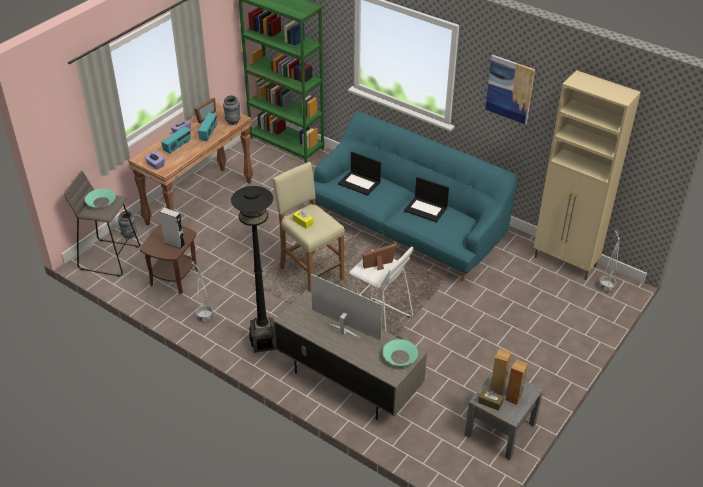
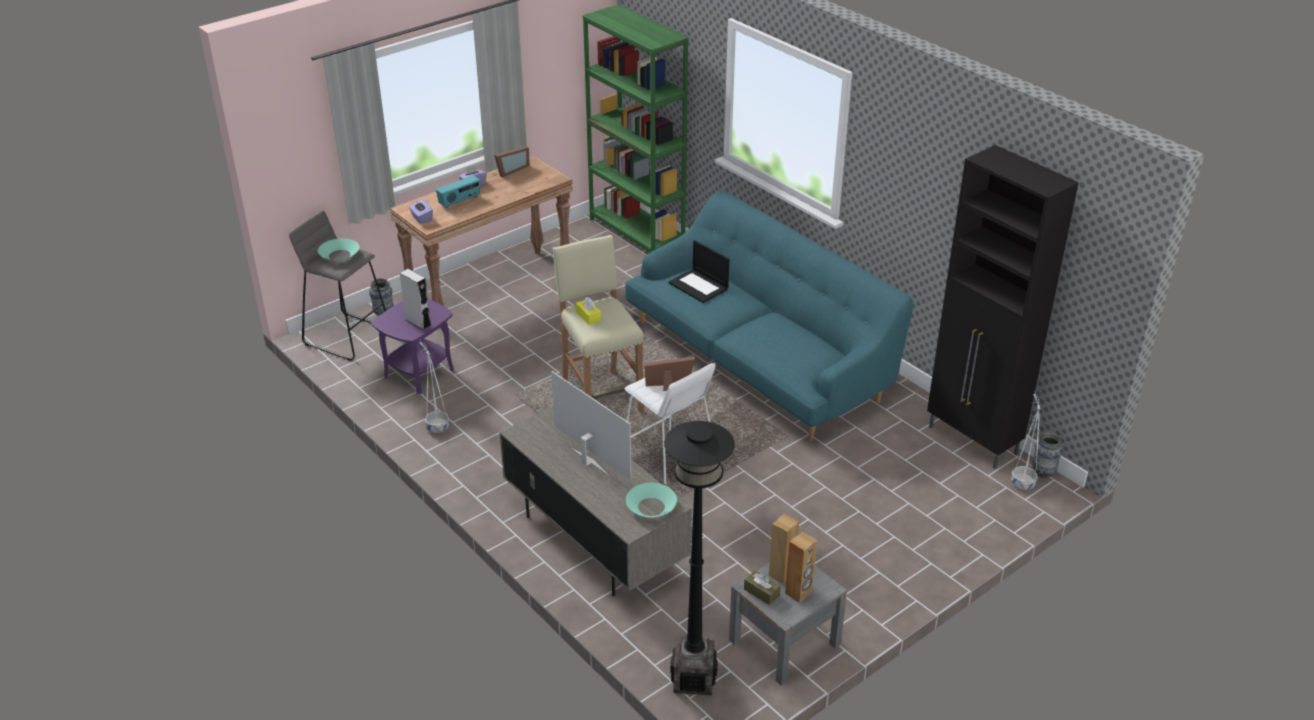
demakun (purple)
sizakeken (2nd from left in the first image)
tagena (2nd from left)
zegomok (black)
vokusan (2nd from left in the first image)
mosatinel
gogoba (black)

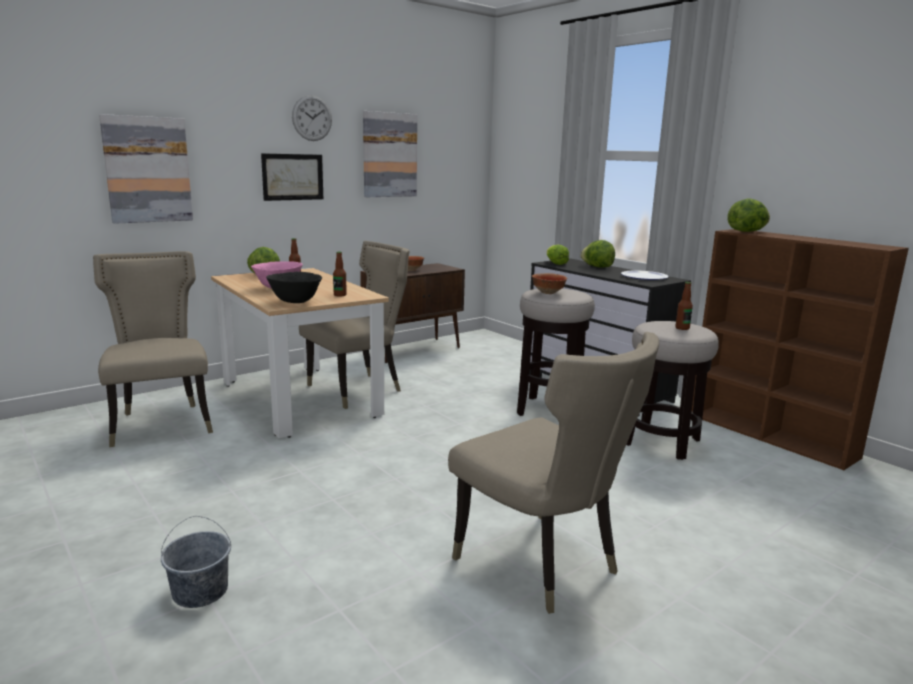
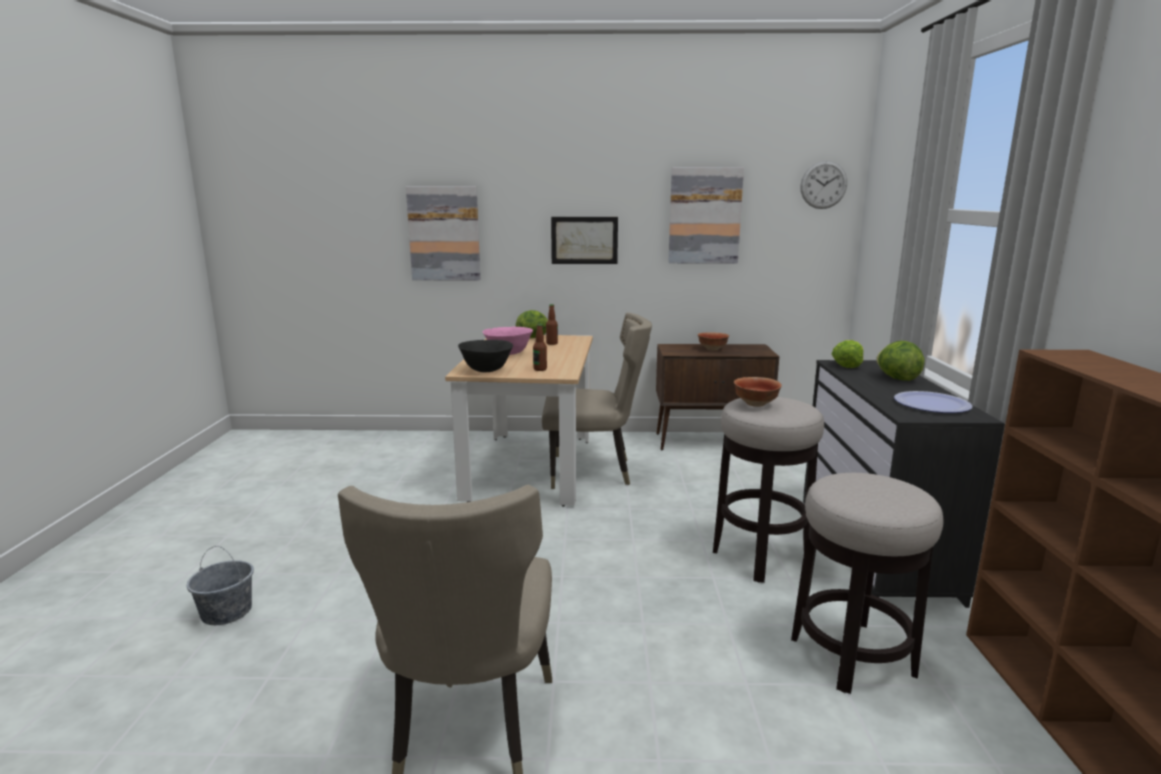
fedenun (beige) (1st from left in the first image)
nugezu
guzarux (3rd from left in the first image)
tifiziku (4th from left in the first image)

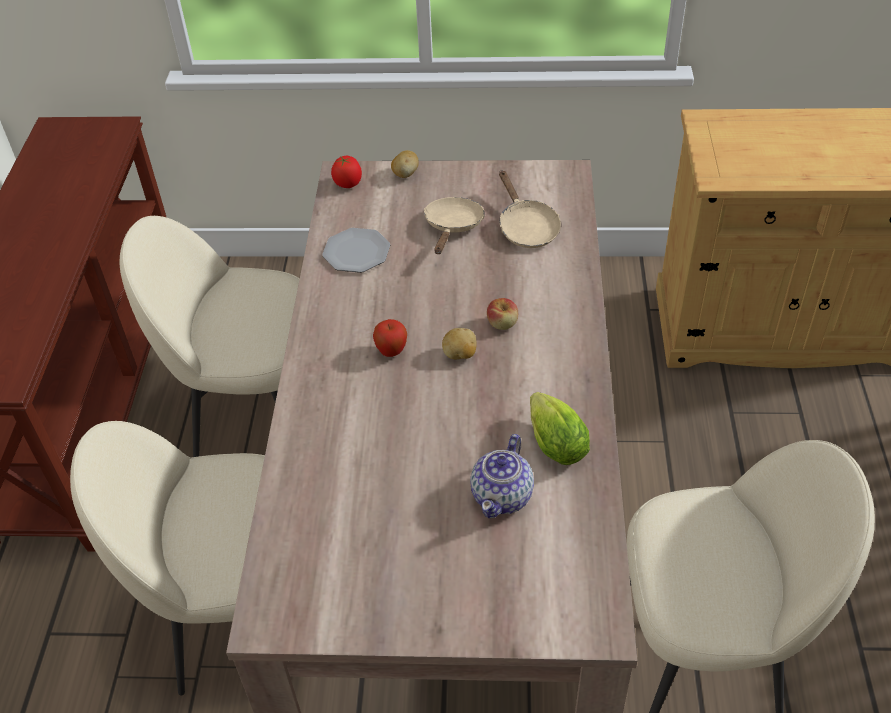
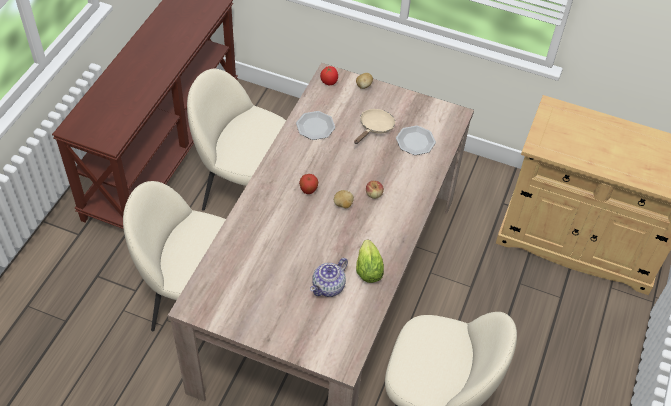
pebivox (2nd from left)

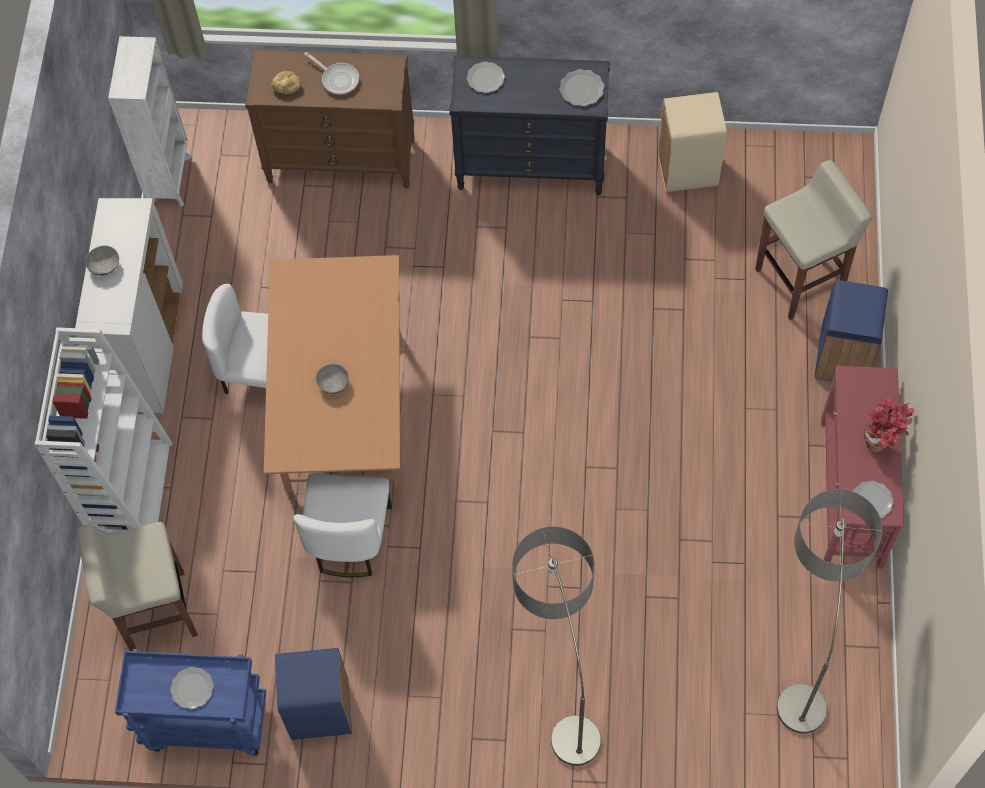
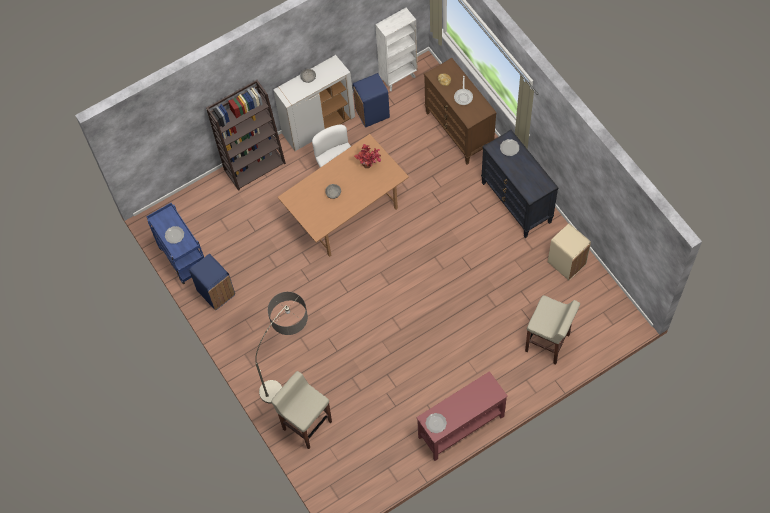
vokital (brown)
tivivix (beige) (1st from left)
fedenun (white) (2nd from left in the first image)
pebivox (3rd from left in the first image)
zegomok (2nd from left in the first image)
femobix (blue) (2nd from left)
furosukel

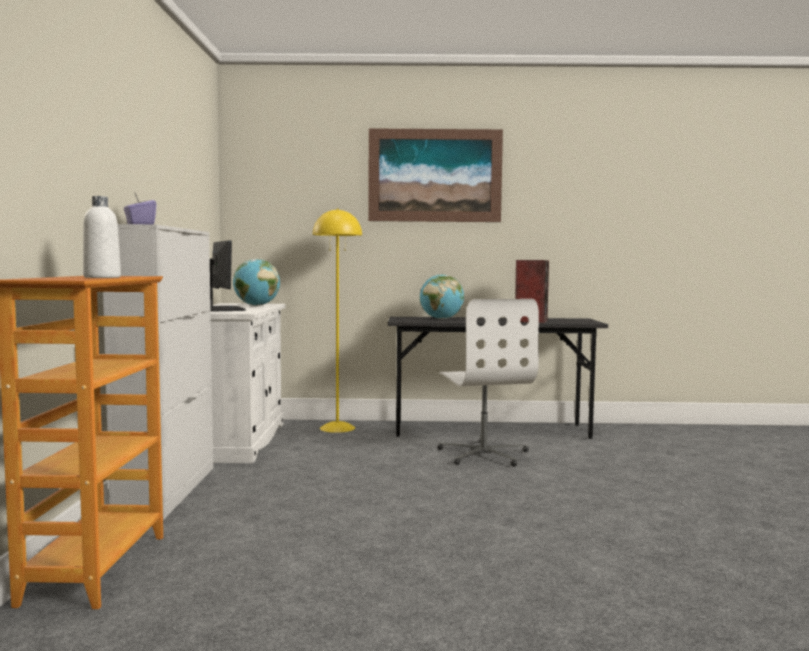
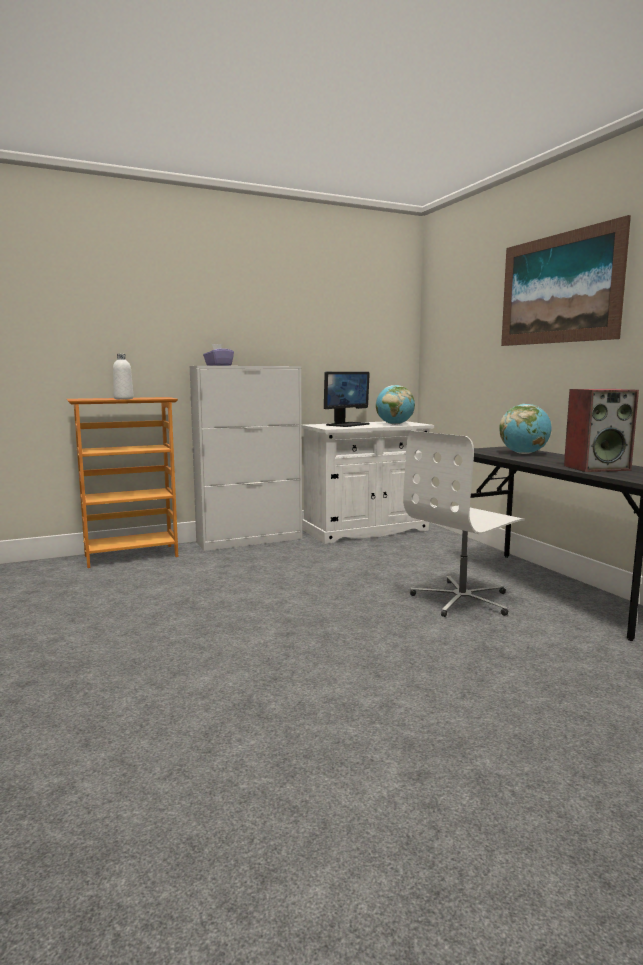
zegomok (yellow)

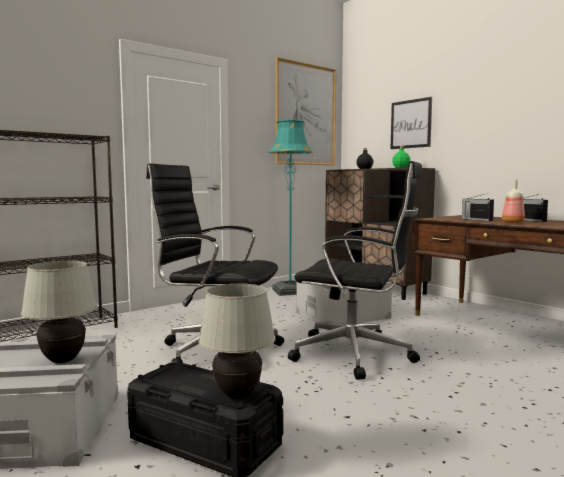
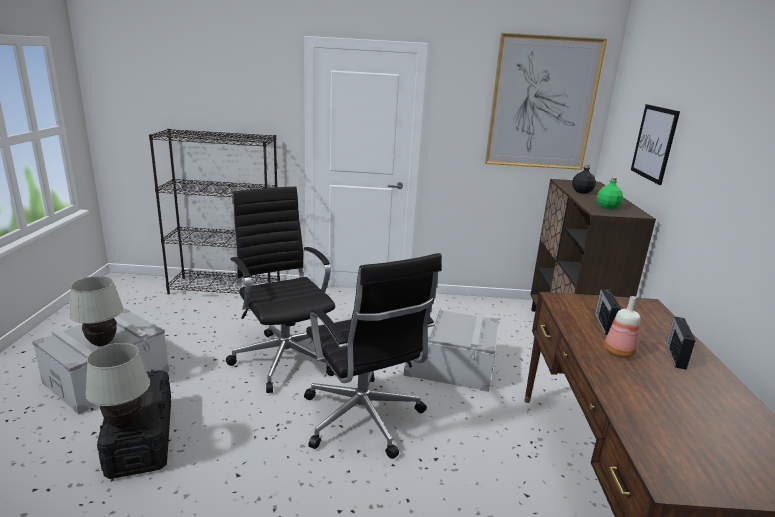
zegomok (turquoise)

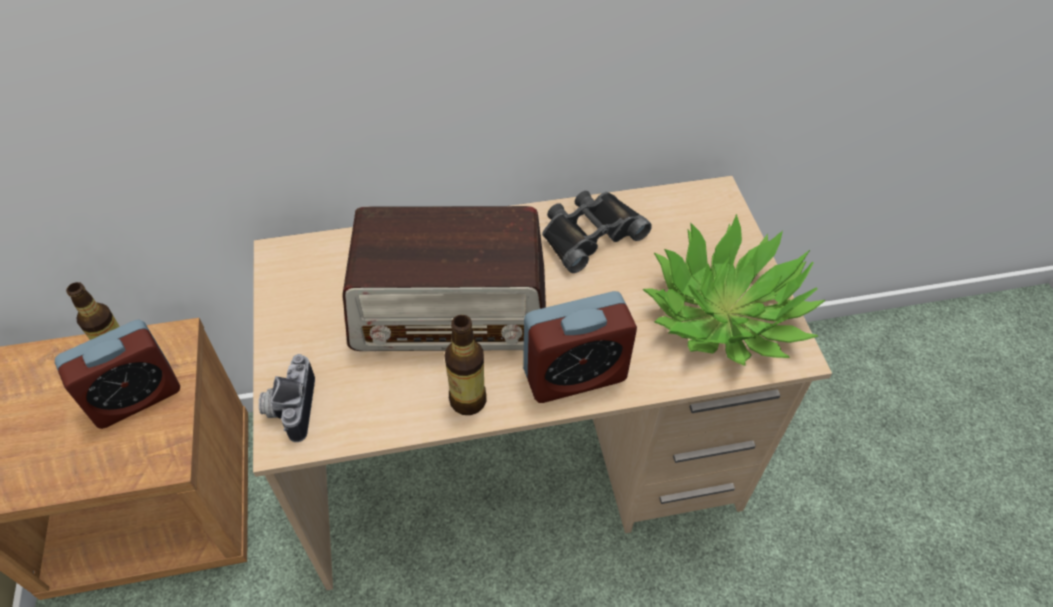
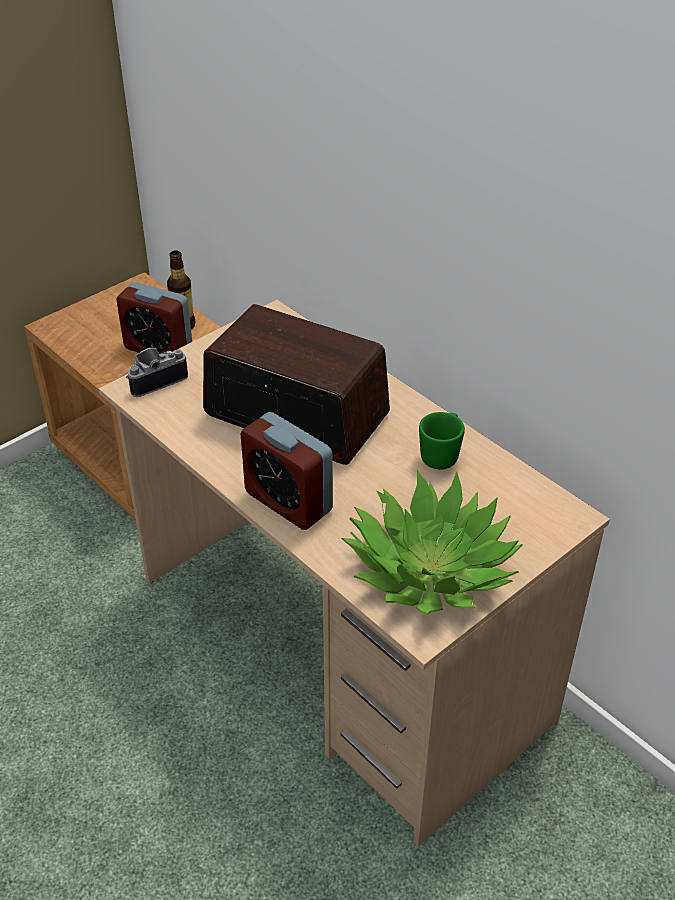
sizakeken
guzarux (2nd from left in the first image)
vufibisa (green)

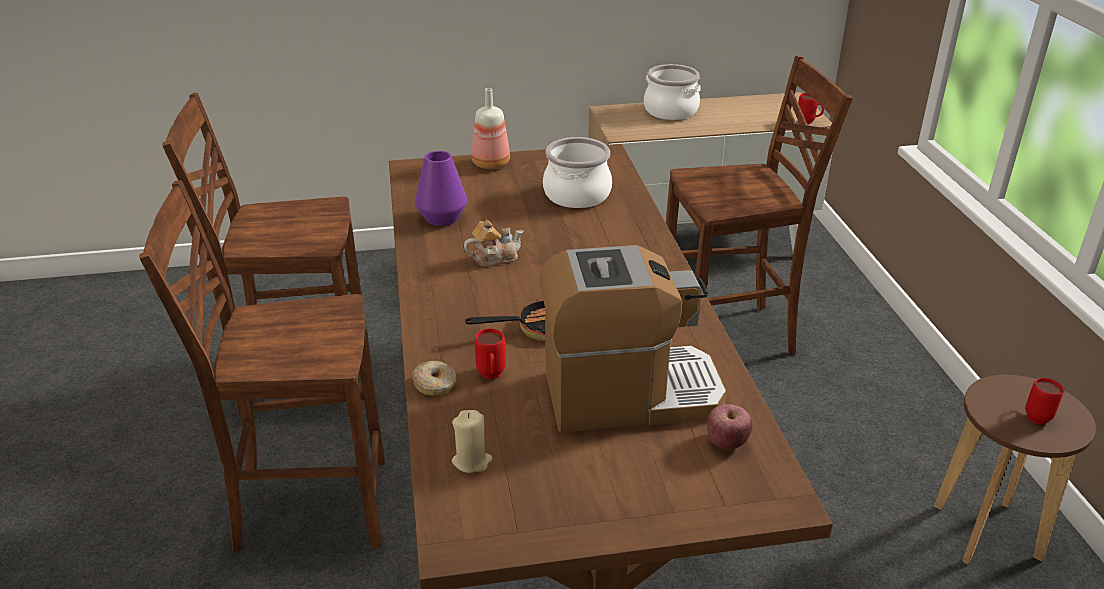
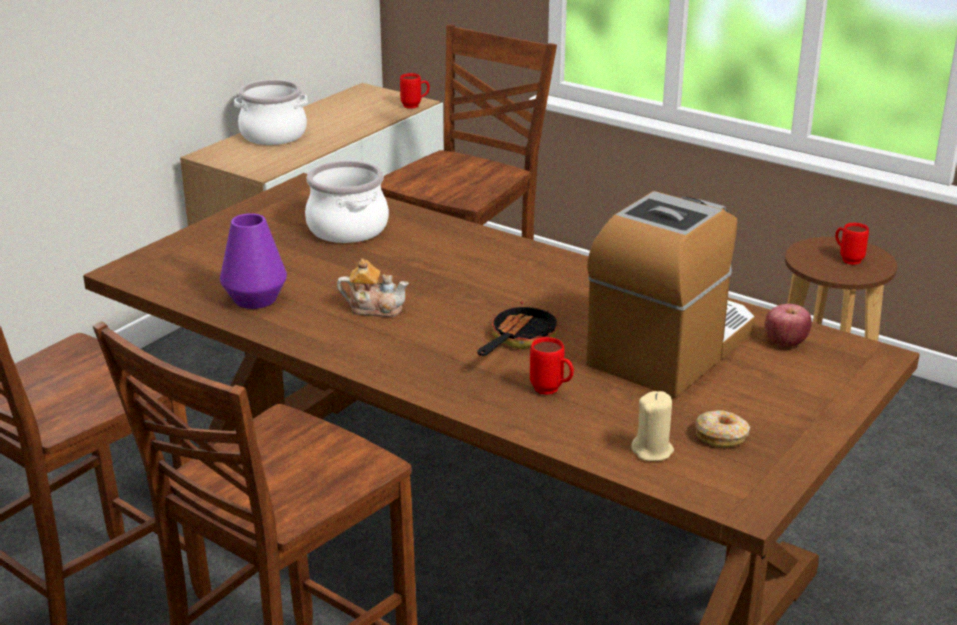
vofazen
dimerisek
guzarux

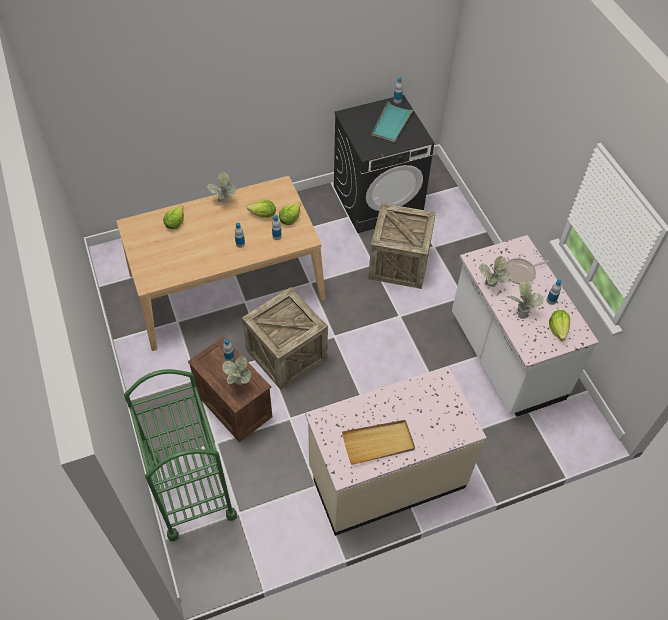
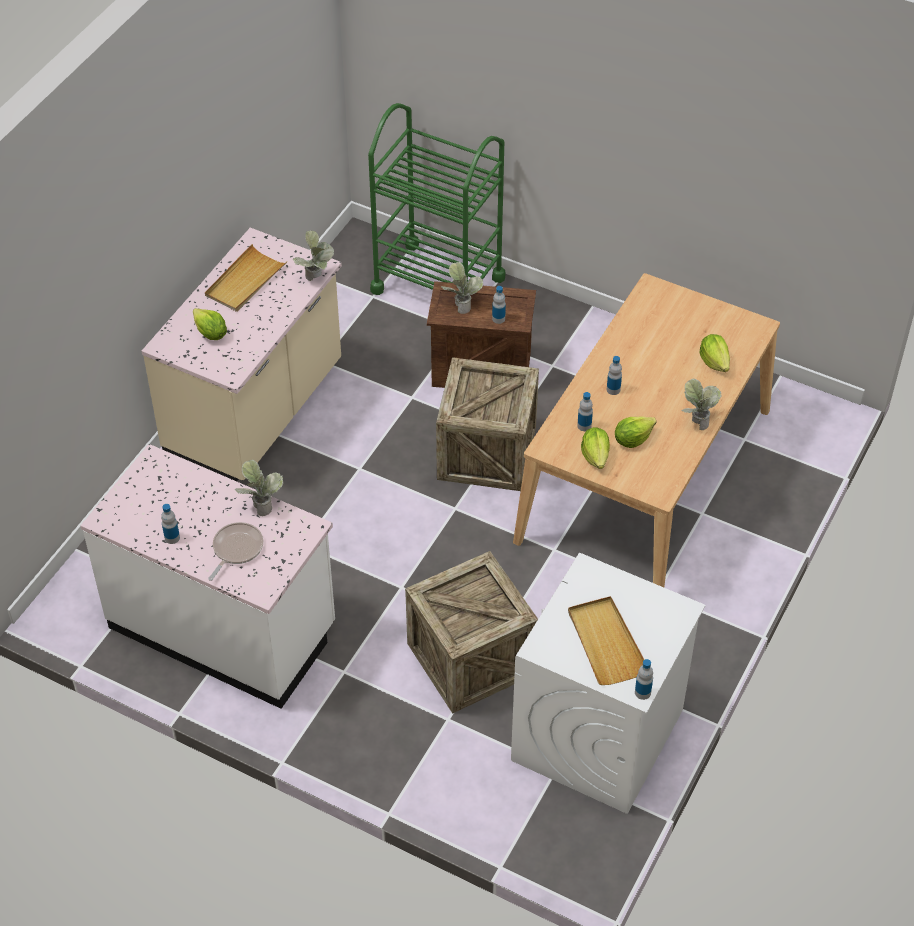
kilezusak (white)
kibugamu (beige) (2nd from left)
furosukel (2nd from left)
tifiziku (1st from left)

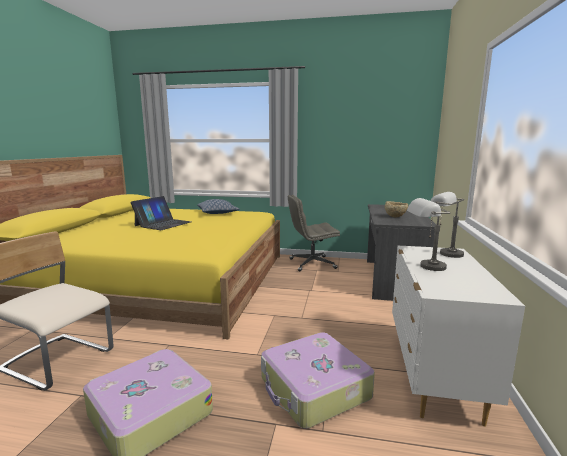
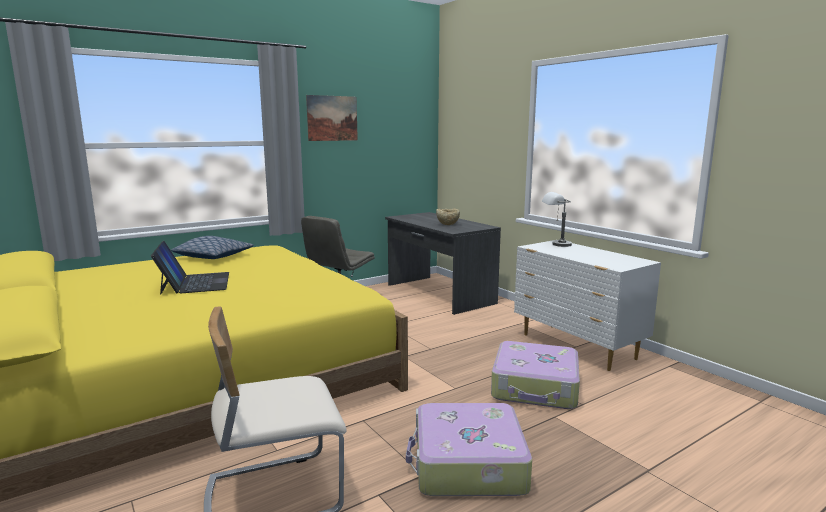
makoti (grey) (1st from left in the first image)
mosatinel

